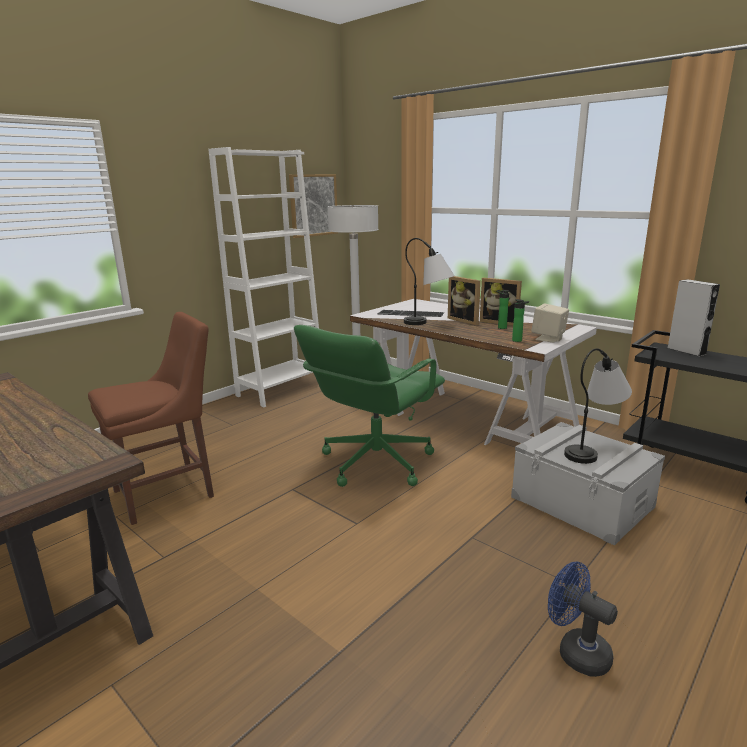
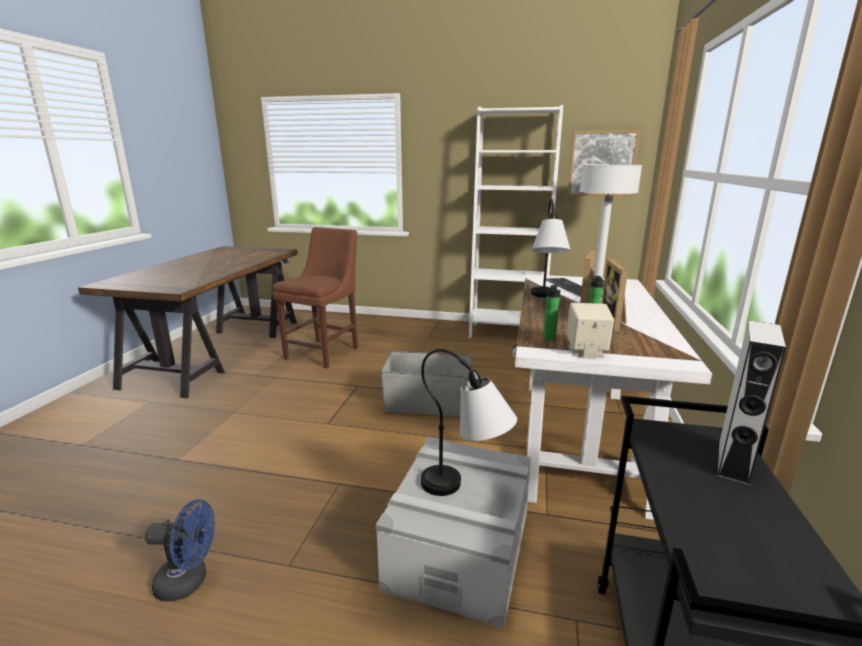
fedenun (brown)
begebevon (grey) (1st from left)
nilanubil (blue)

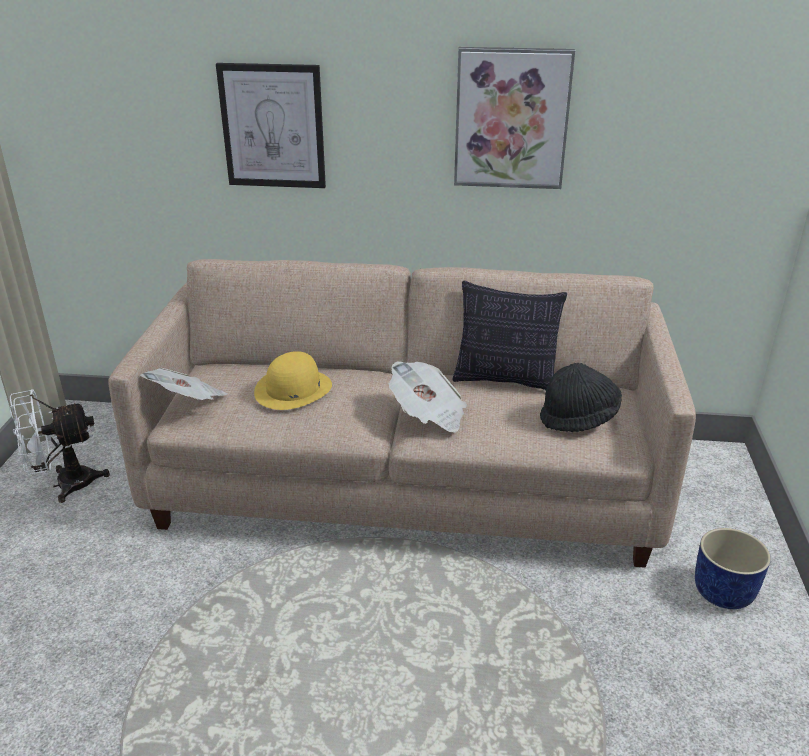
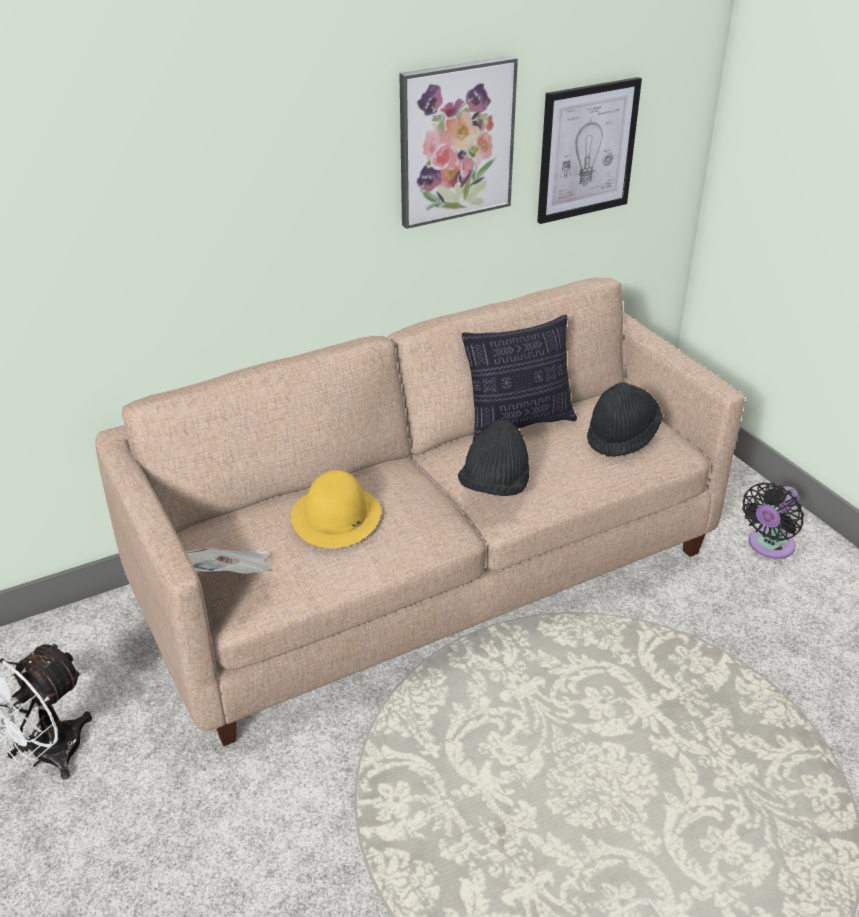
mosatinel (2nd from left)
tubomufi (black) (1st from left)
nilanubil (black)

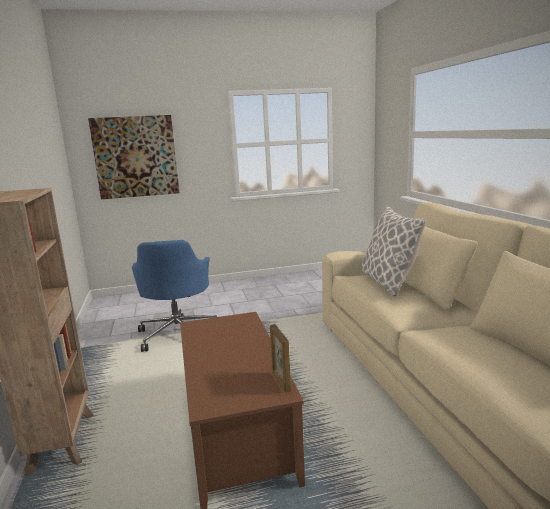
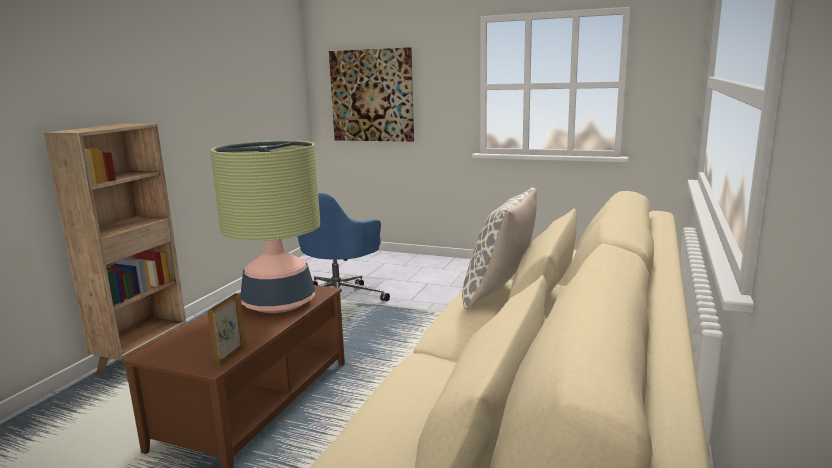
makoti

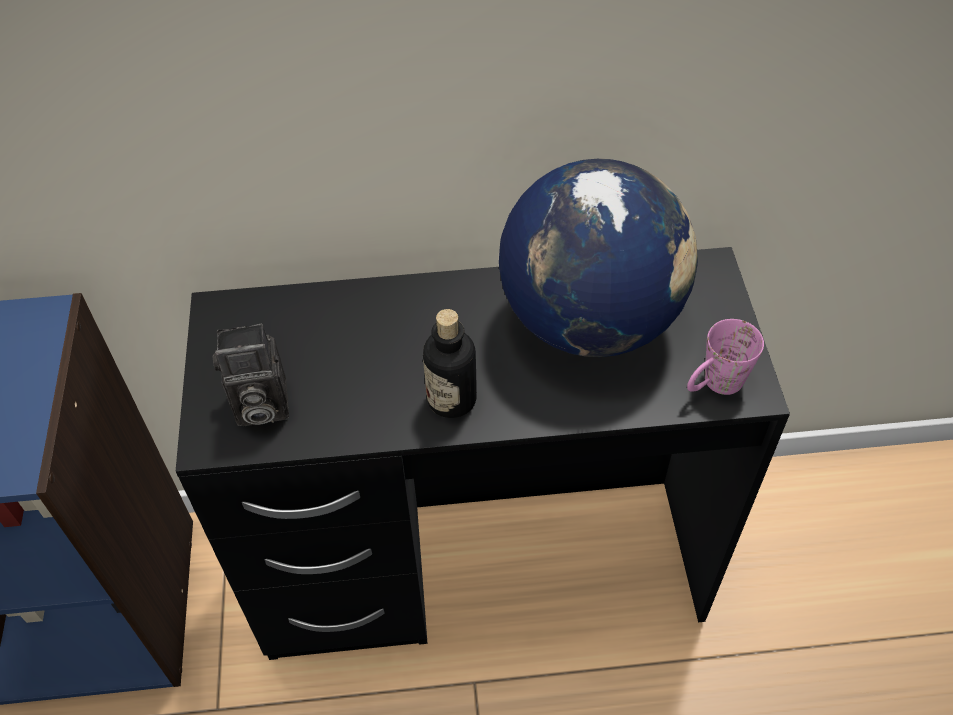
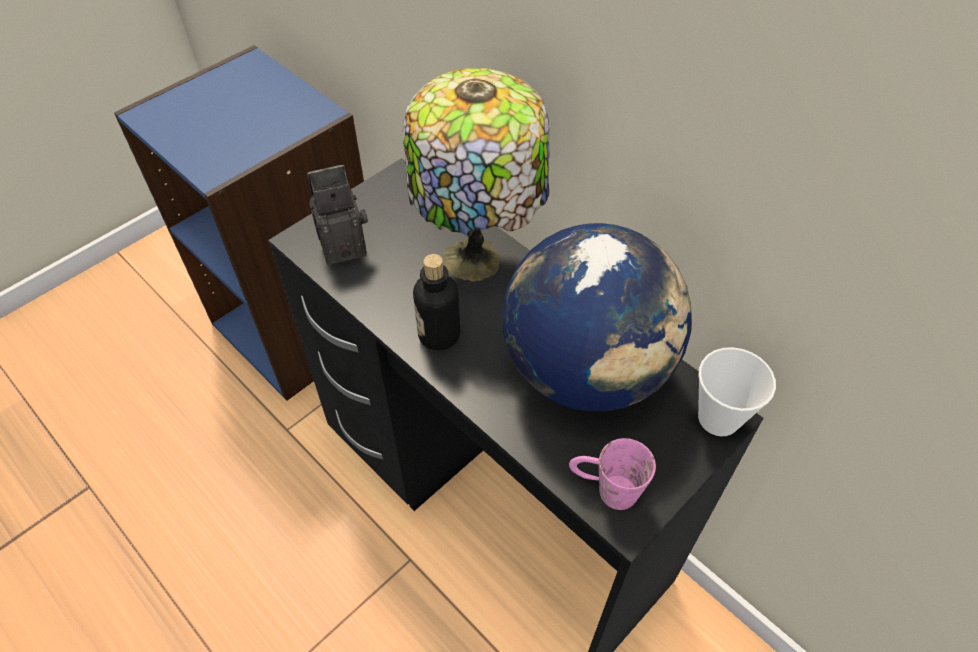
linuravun
makoti
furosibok

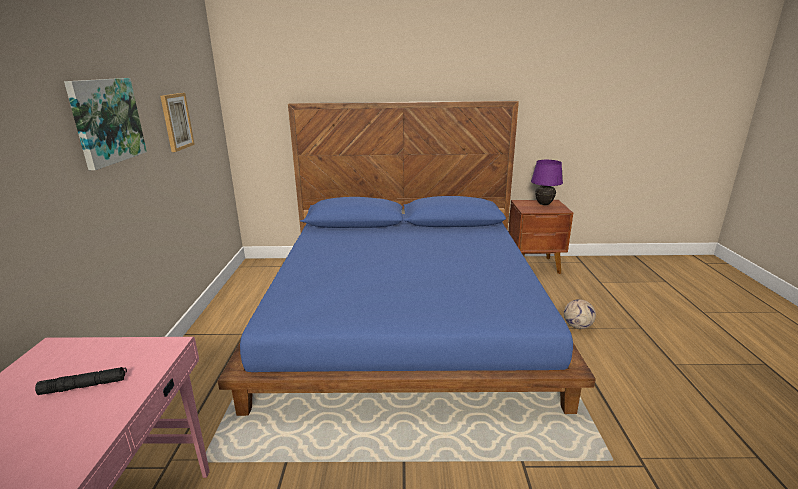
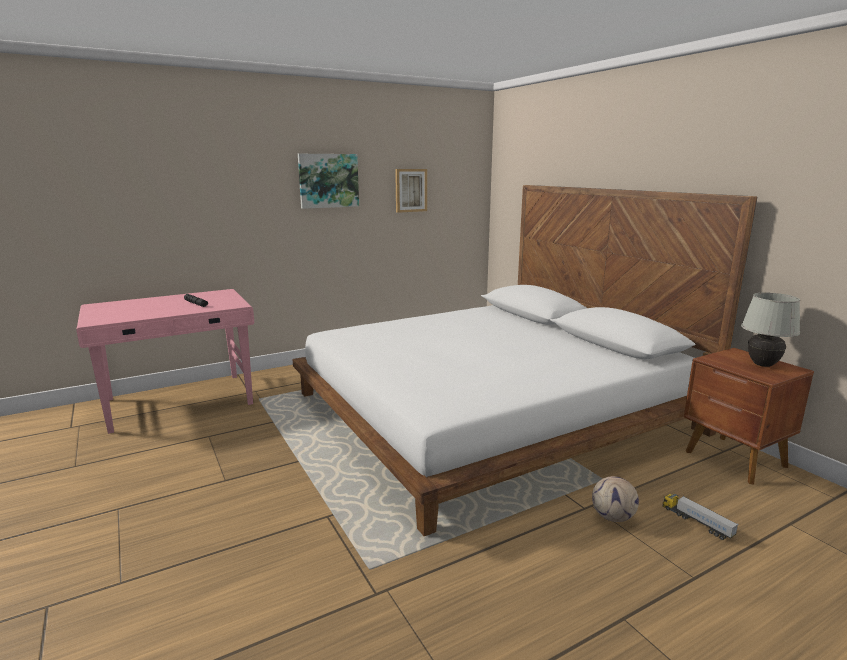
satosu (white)
makoti (white)
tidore

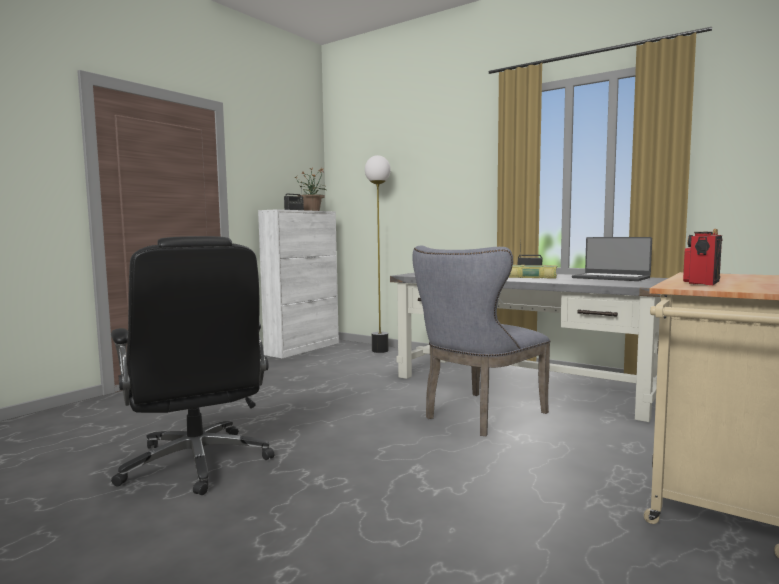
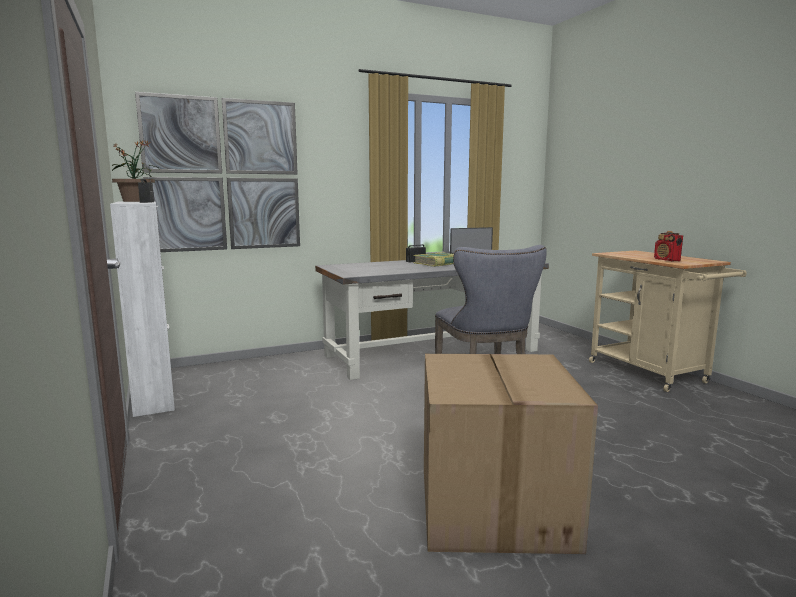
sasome
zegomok
mosatinel

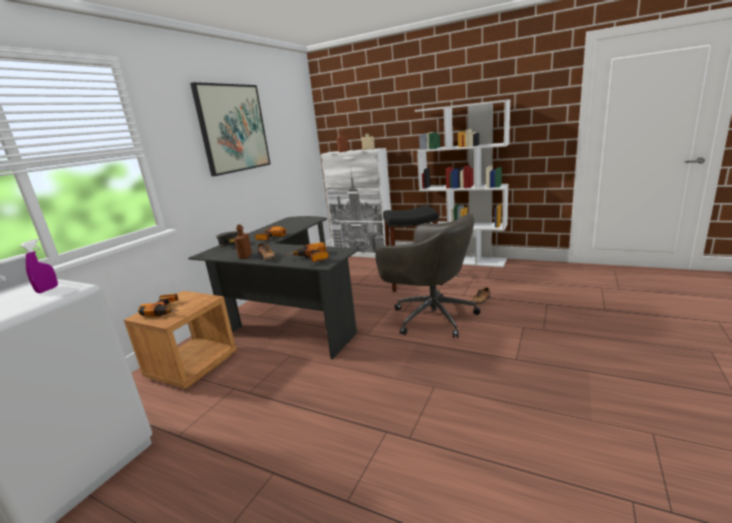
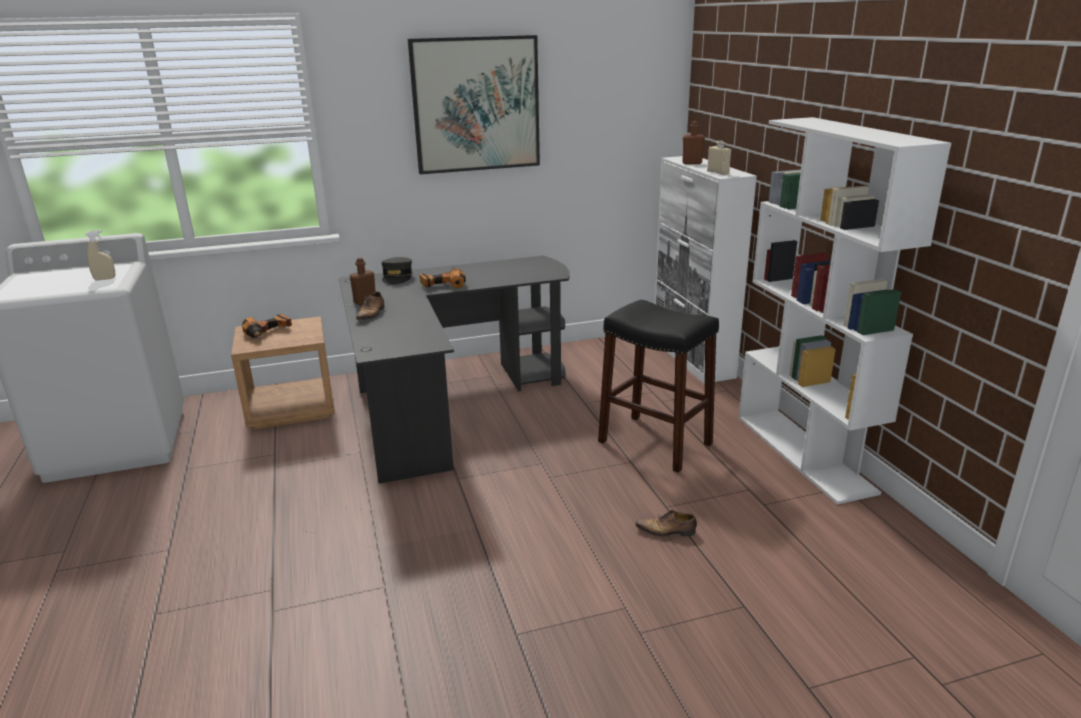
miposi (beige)
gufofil (3rd from left in the first image)
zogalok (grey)

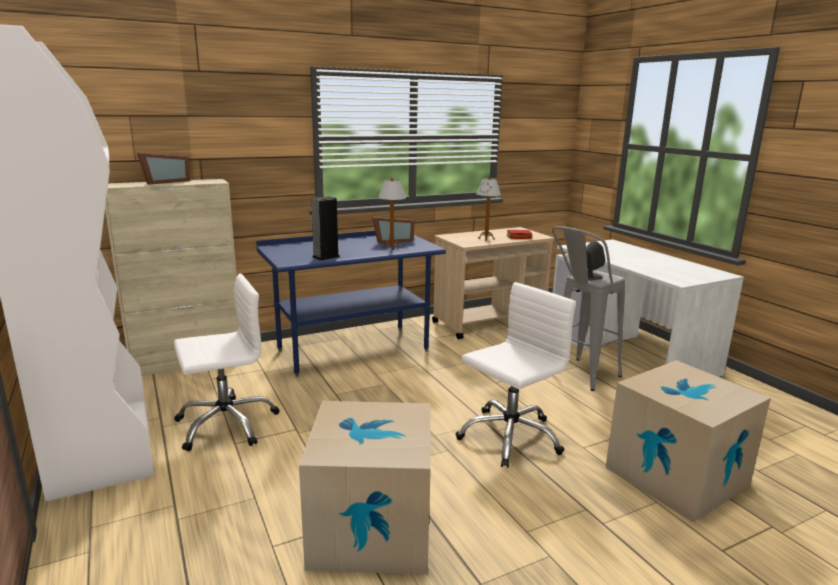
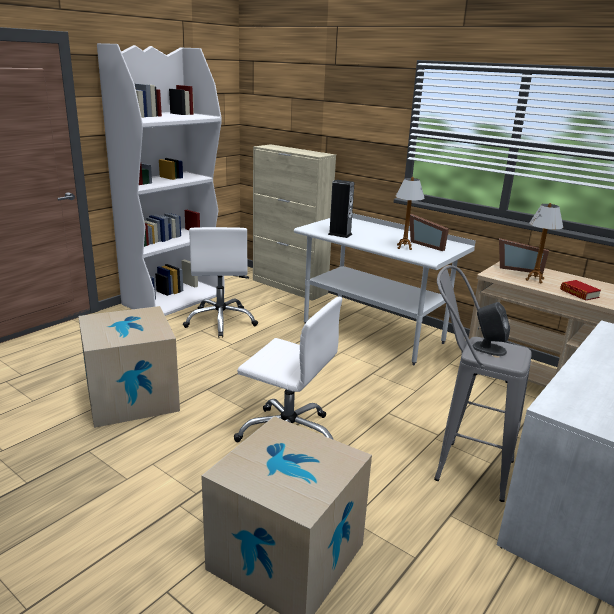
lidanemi (2nd from left)
zogalok (white) (1st from left)
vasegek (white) (1st from left)

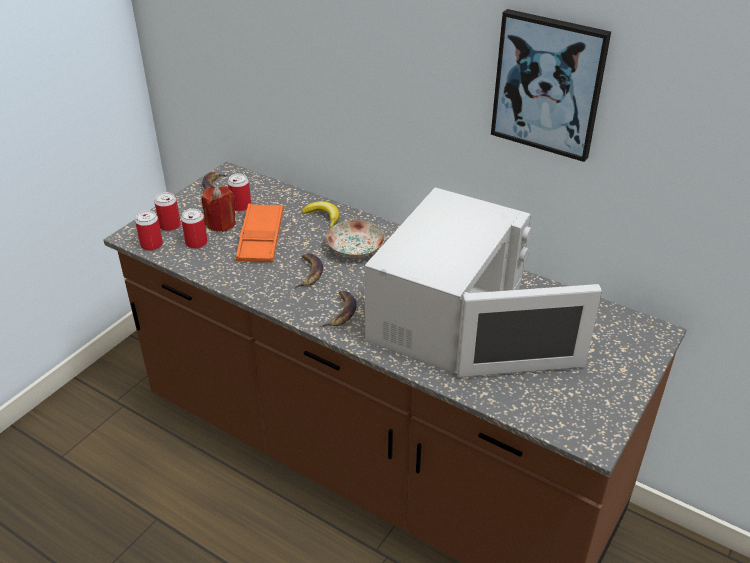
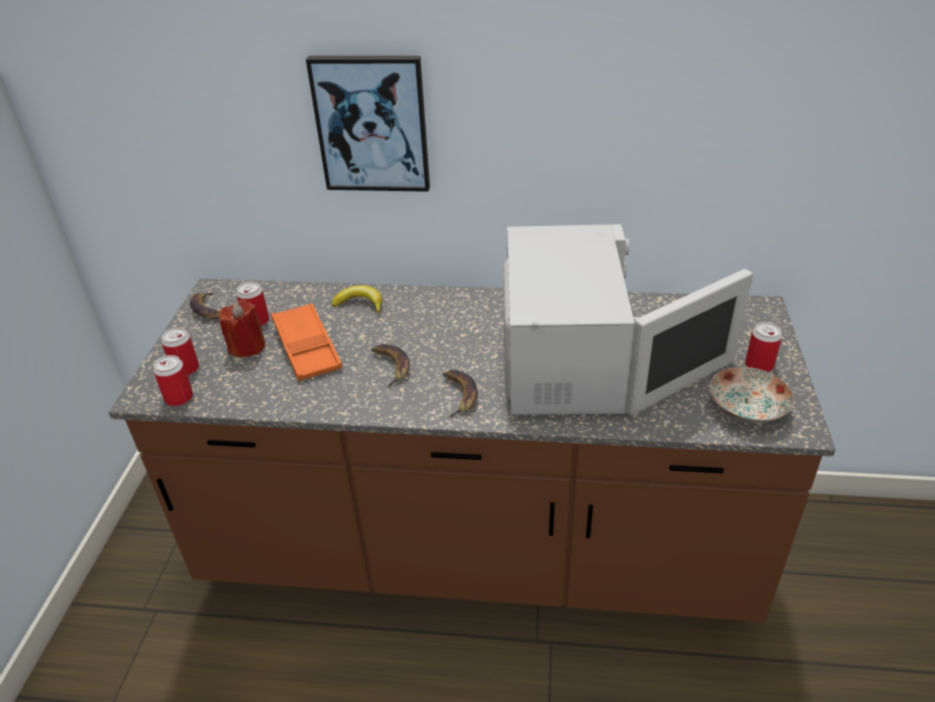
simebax (4th from left)
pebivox
mosatinel

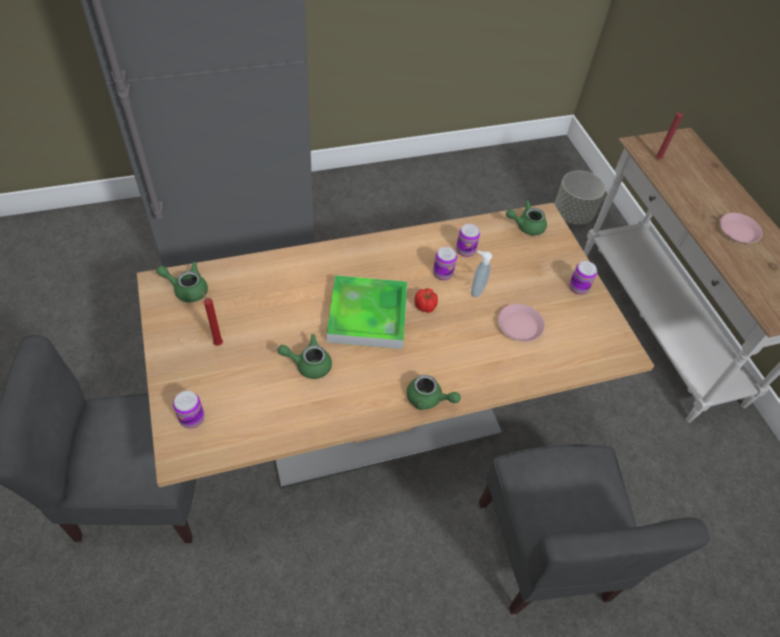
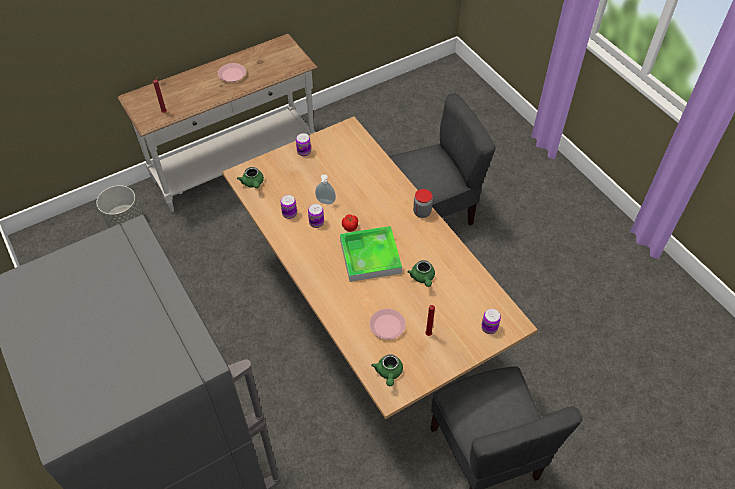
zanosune
pebivox (pink) (2nd from left)

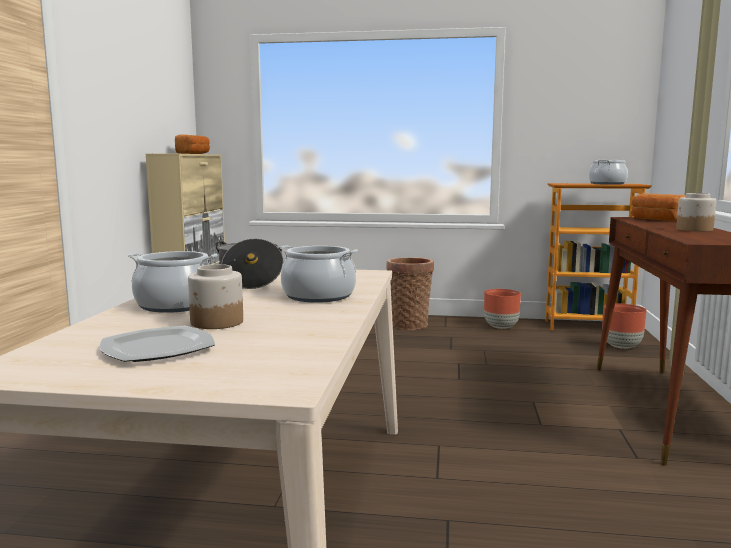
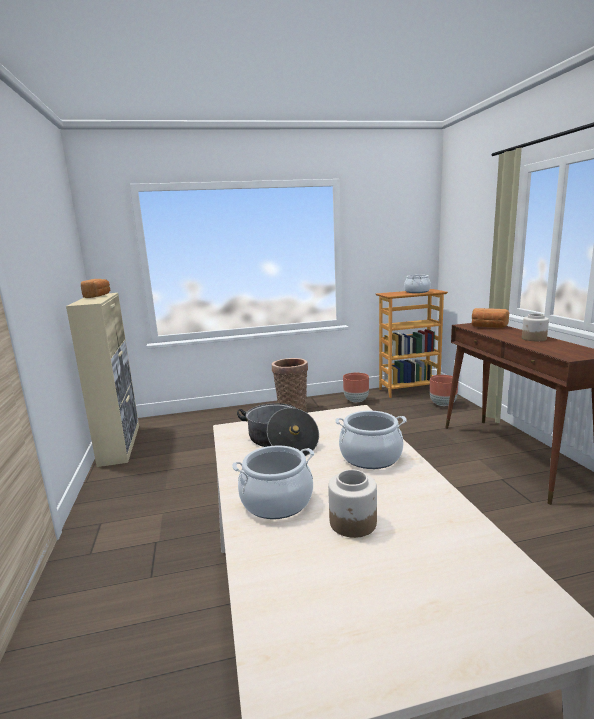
pebivox

